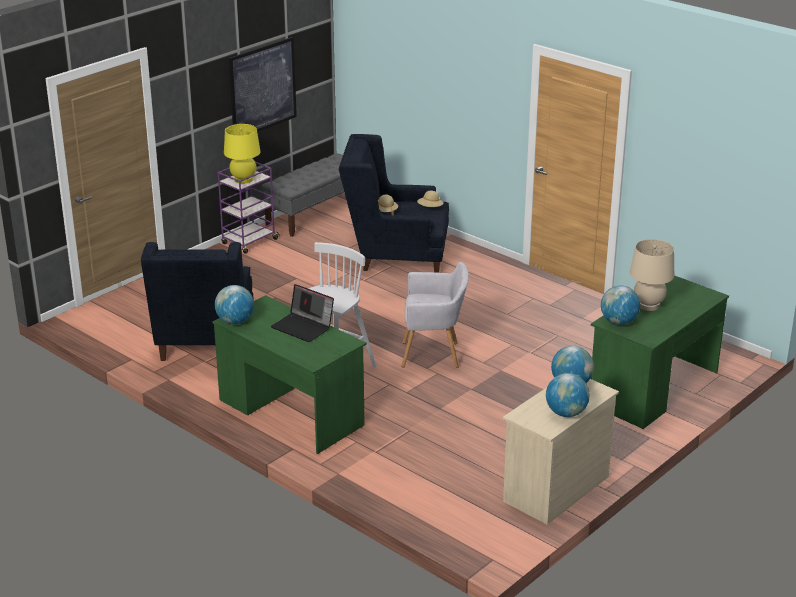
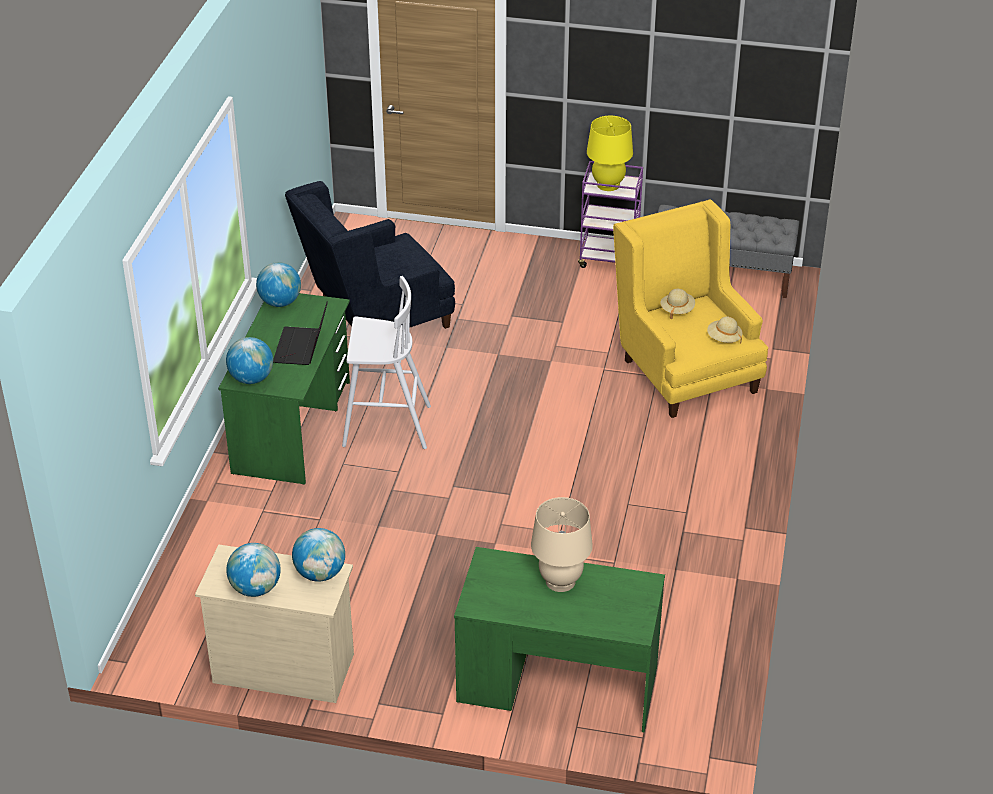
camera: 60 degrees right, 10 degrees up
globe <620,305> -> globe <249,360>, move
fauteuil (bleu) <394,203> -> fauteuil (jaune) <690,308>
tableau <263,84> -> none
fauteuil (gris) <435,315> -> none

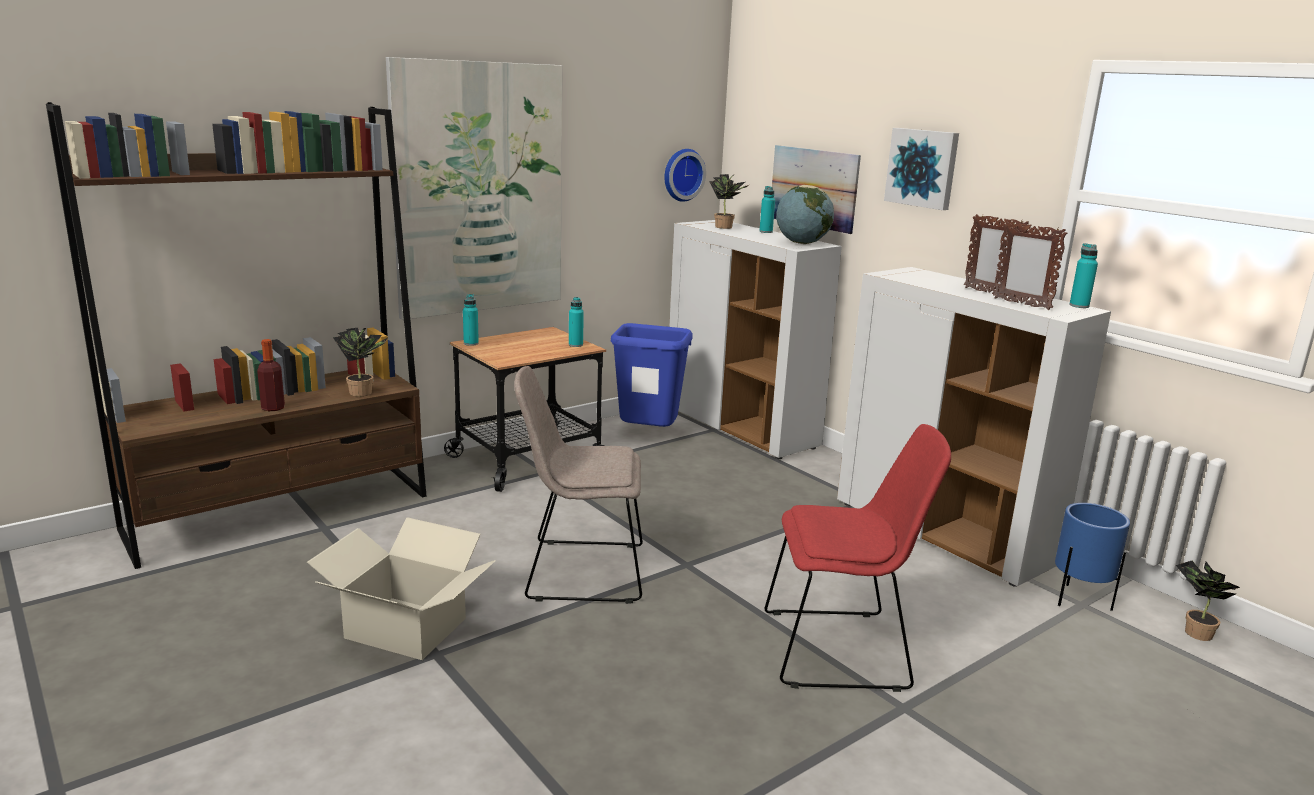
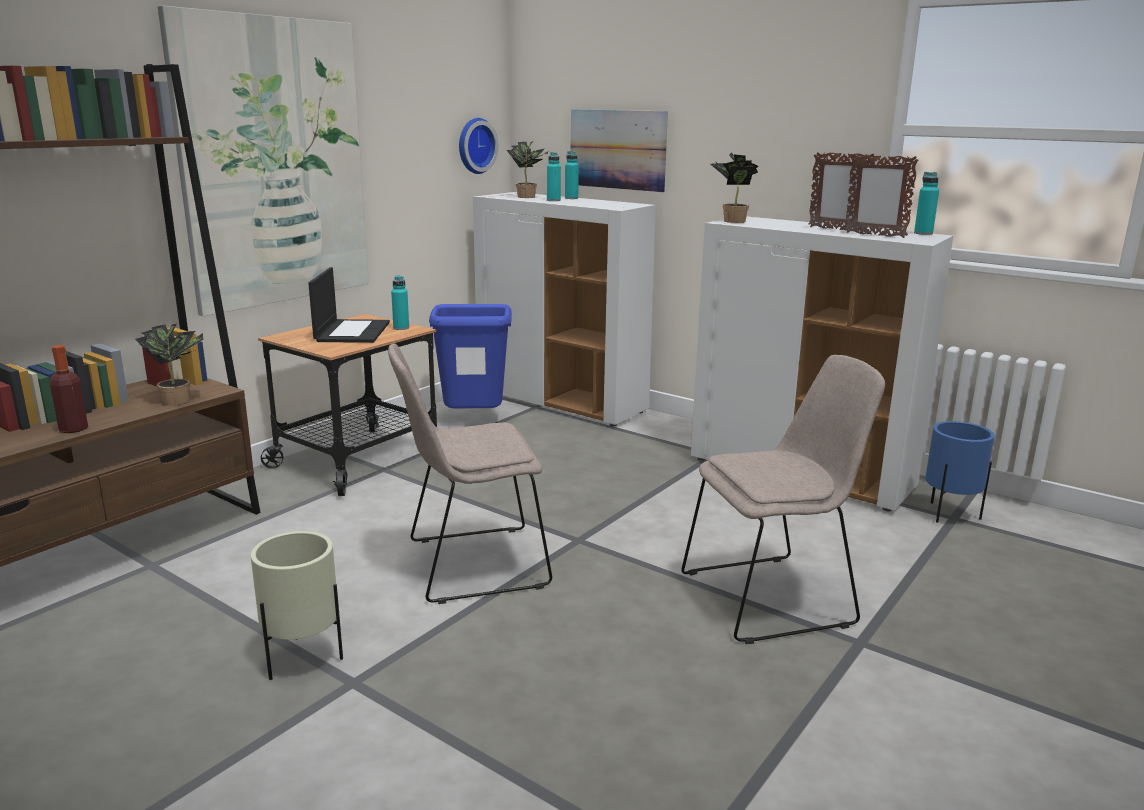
camera: 15 degrees left, 0 degrees up
carton <401,588> -> cache-pot (beige) <297,605>
none -> ordinateur portable <349,305>
bouteille (turquoise) <471,320> -> bouteille (turquoise) <554,176>, move
chaise (rouge) <858,558> -> chaise (beige) <783,499>
plante en pot <1208,601> -> plante en pot <734,187>, move
globe <805,214> -> none
tableau <921,169> -> none

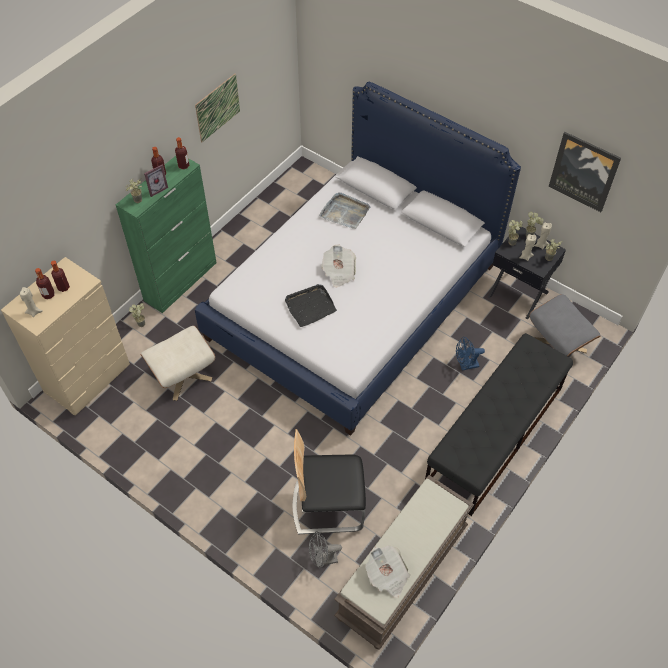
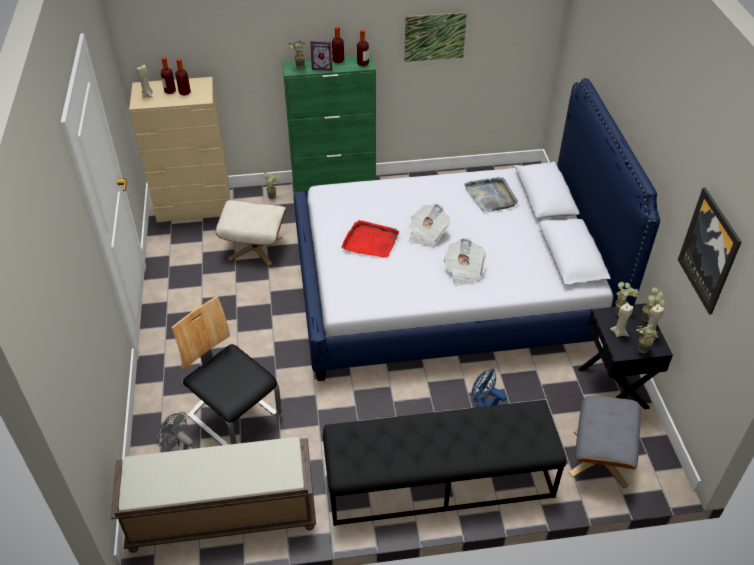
camera: 45 degrees right, 10 degrees down
plateau (noir) <311,305> -> plateau (rouge) <370,239>
journal <388,571> -> journal <465,262>, move

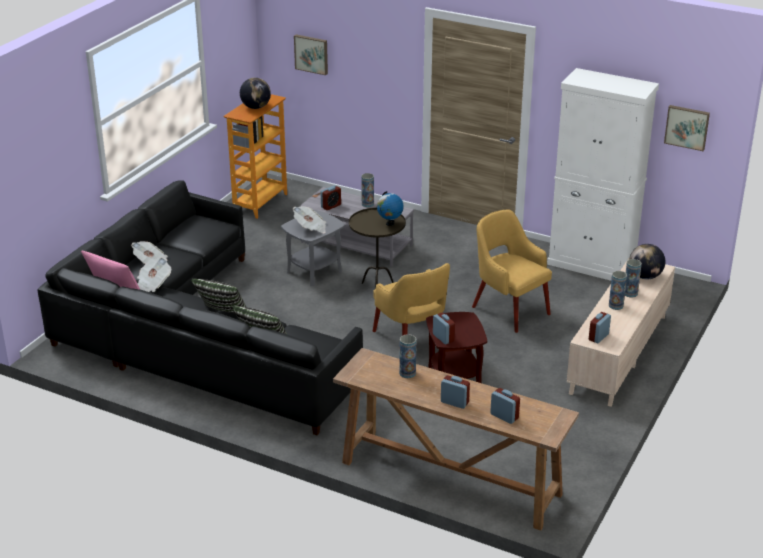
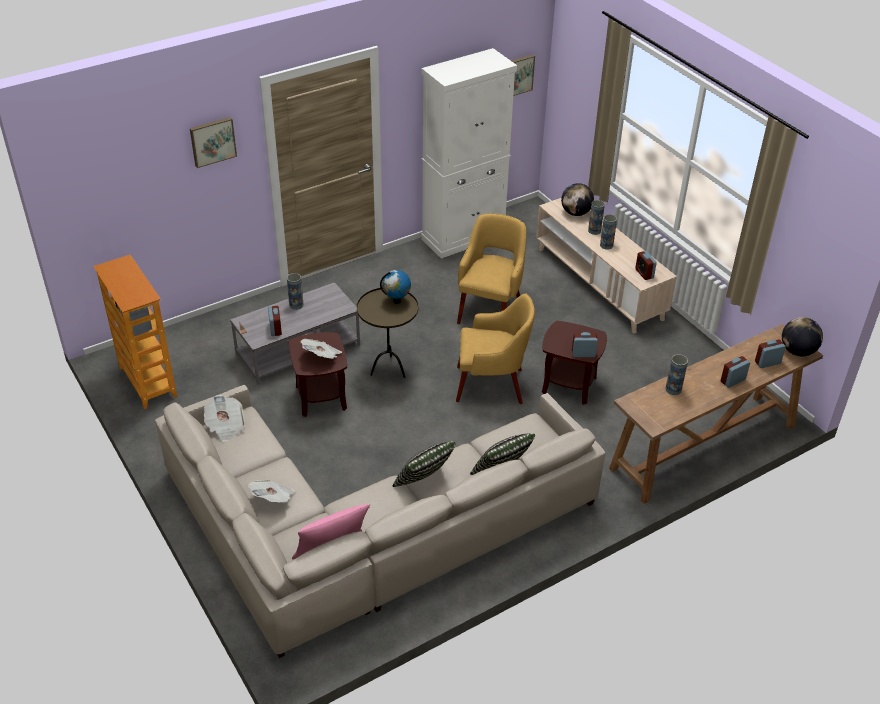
camera: 60 degrees left, 10 degrees up
canapé (noir) <200,307> -> canapé (beige) <380,521>
tableau <311,54> -> tableau <213,142>, move
journal <154,274> -> journal <224,418>, move
table d'appoint (gris) <313,248> -> table d'appoint (marron) <318,374>
fauteuil (jaune) <512,271> -> fauteuil (jaune) <491,268>, 120 degrees clockwise
globe <255,93> -> globe <802,337>, move

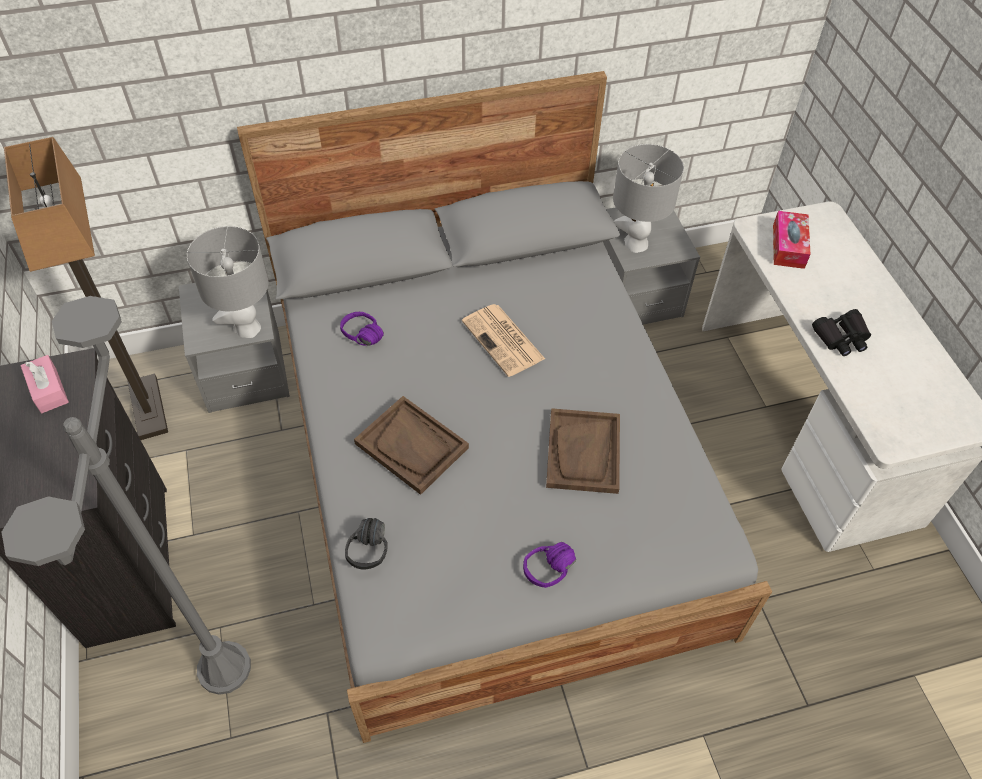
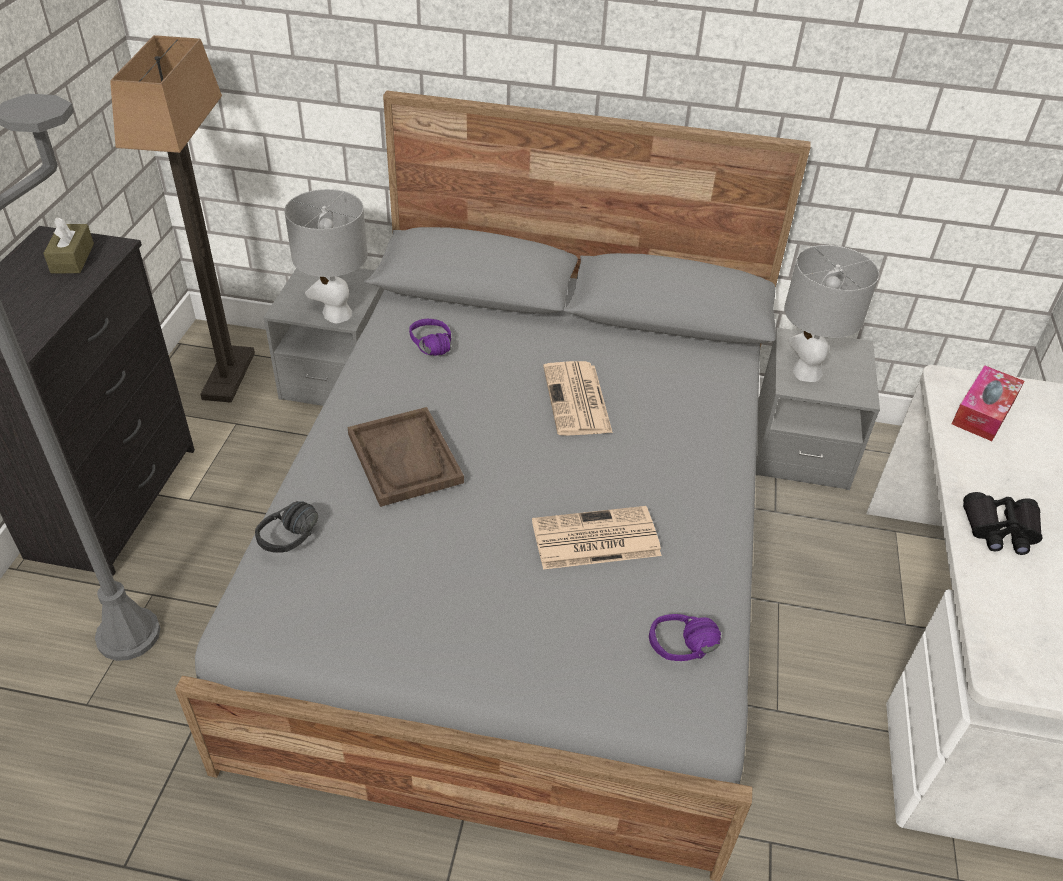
camera: 25 degrees right, 10 degrees down
boîte à mouchoirs (rose) <44,384> -> boîte à mouchoirs (marron) <68,245>
plateau (marron) <583,451> -> journal <597,538>
casque audio (violet) <549,565> -> casque audio (violet) <685,637>, move

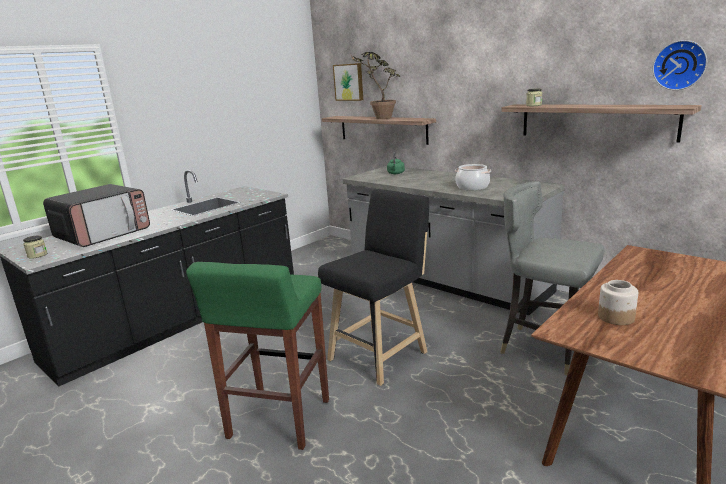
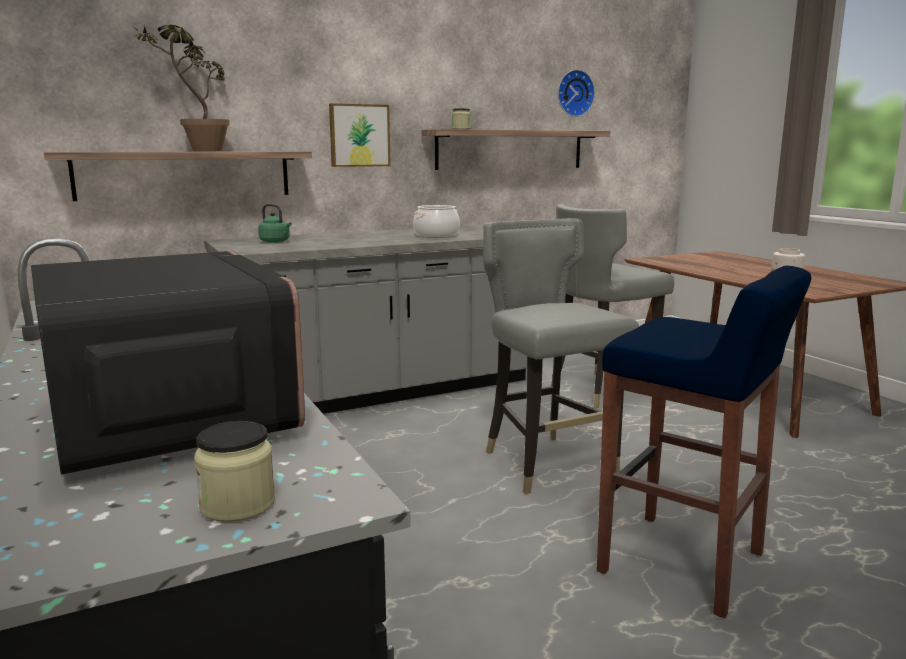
camera: 70 degrees left, 5 degrees down
tableau <348,82> -> tableau <360,135>, move
tabouret (noir) <373,287> -> chaise (gris) <561,356>
tabouret (vert) <257,356> -> tabouret (bleu) <704,442>

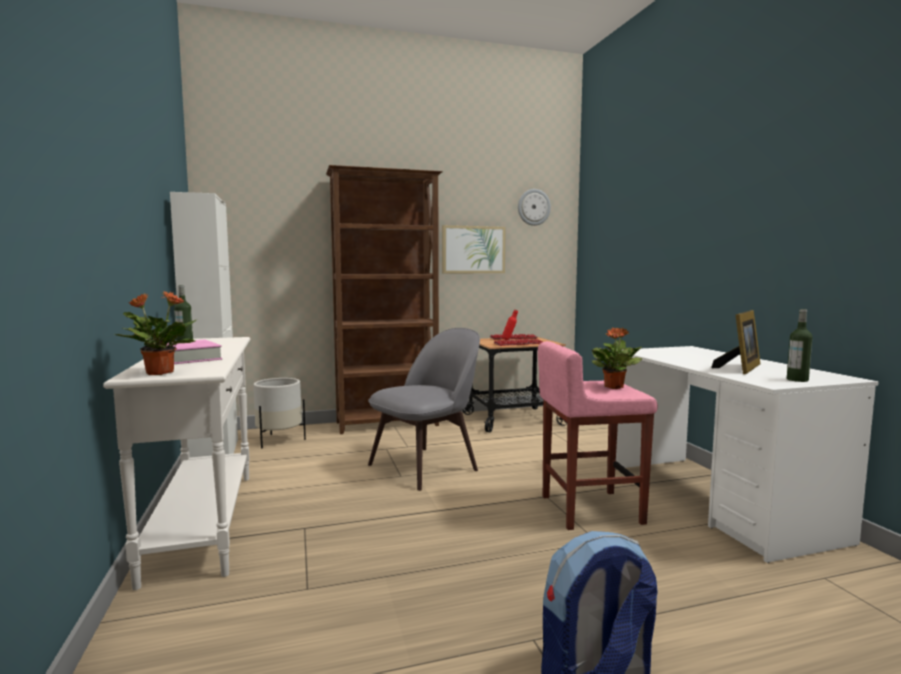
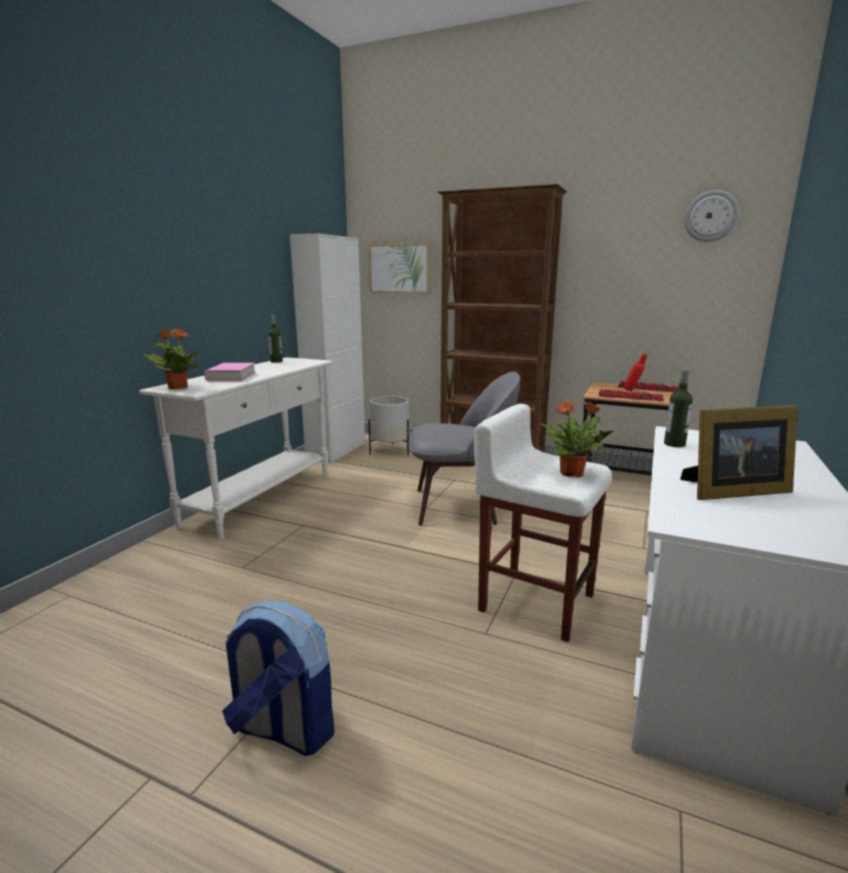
camera: 40 degrees right, 10 degrees up
tableau <474,249> -> tableau <399,268>, move
tabouret (rose) <598,435> -> tabouret (blanc) <543,523>
bouteille <799,345> -> bouteille <678,407>, move

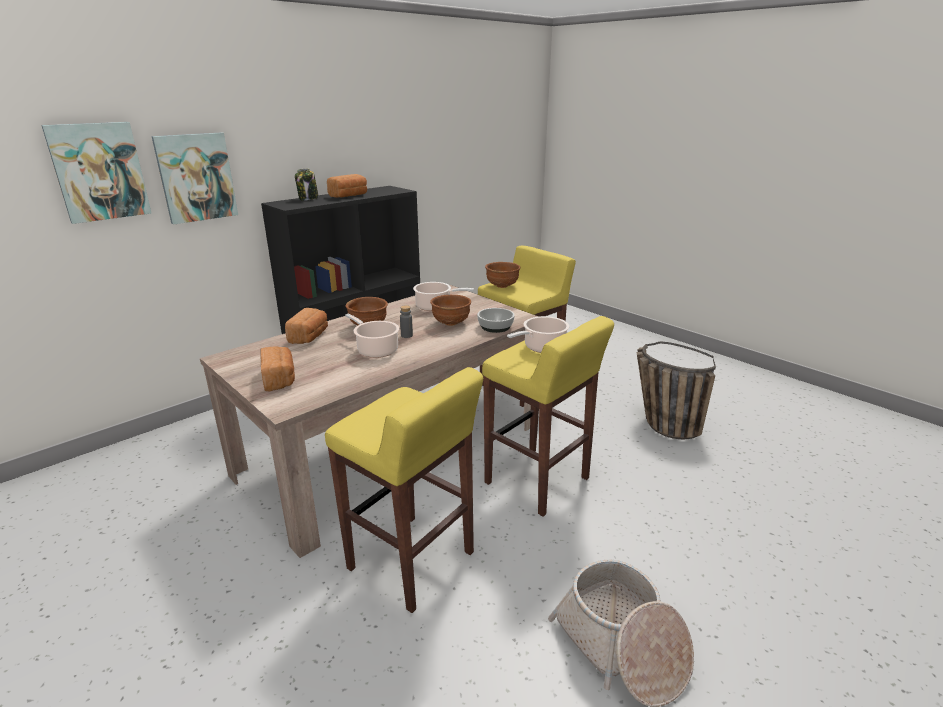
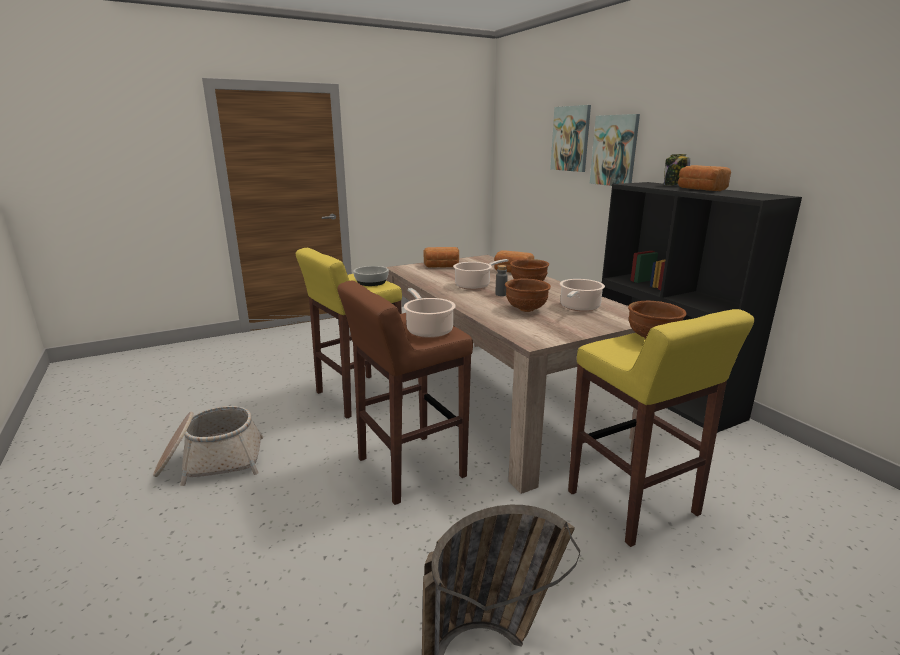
camera: 105 degrees right, 5 degrees down
tabouret (jaune) <548,416> -> tabouret (marron) <405,393>
bol <496,320> -> bol <371,276>, move

